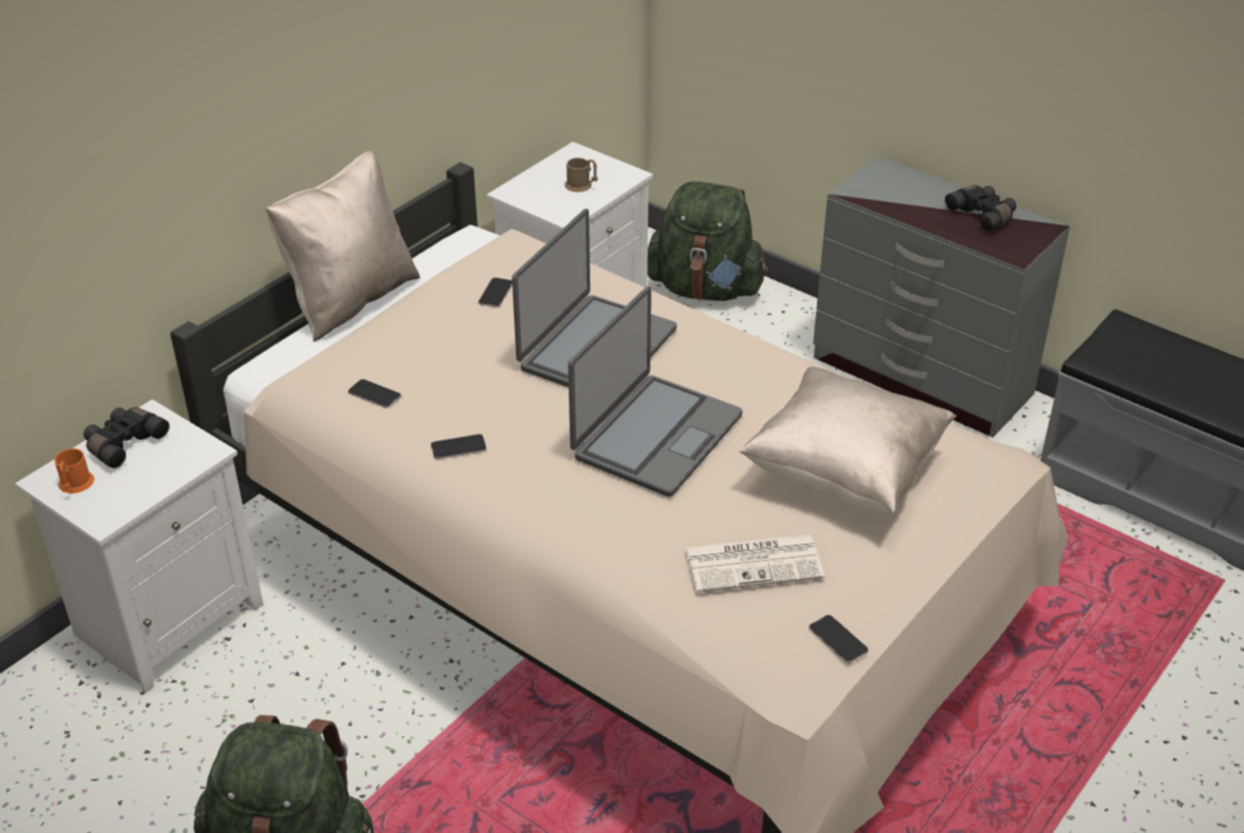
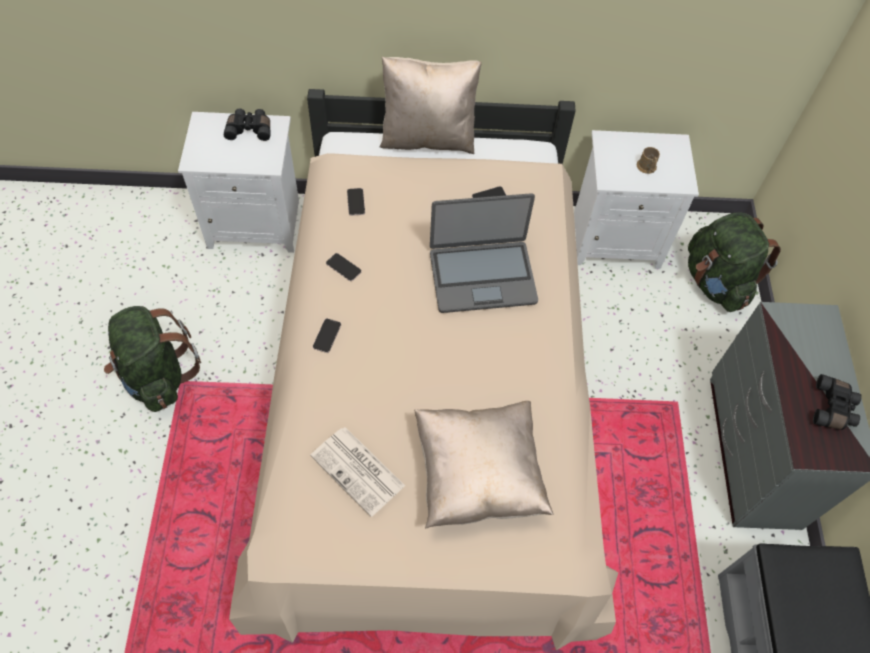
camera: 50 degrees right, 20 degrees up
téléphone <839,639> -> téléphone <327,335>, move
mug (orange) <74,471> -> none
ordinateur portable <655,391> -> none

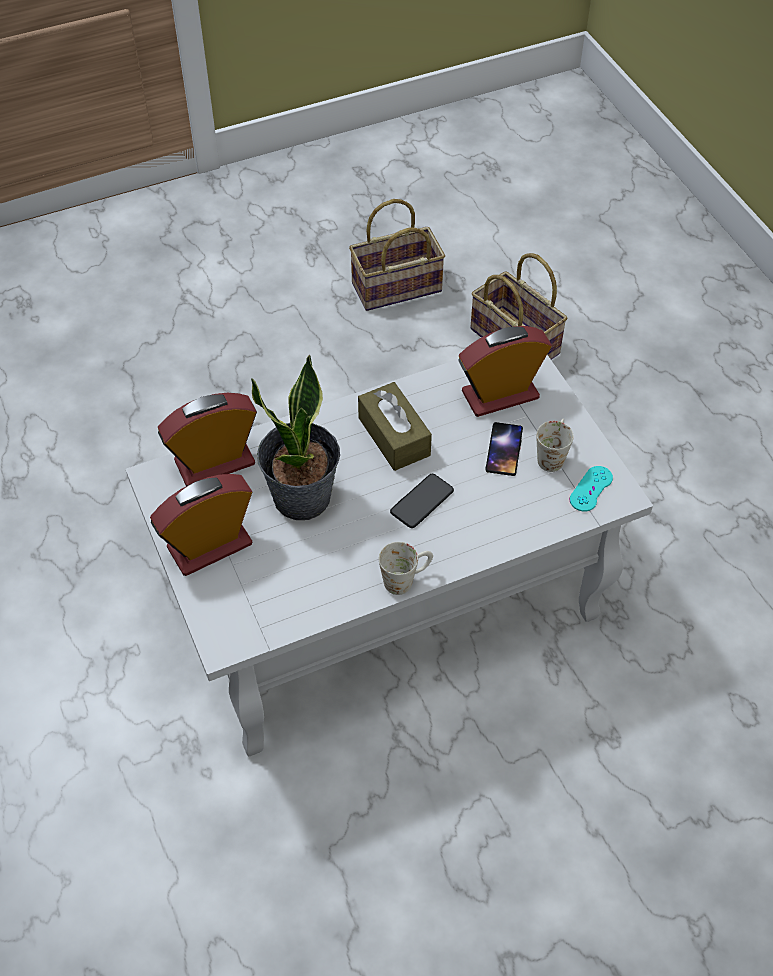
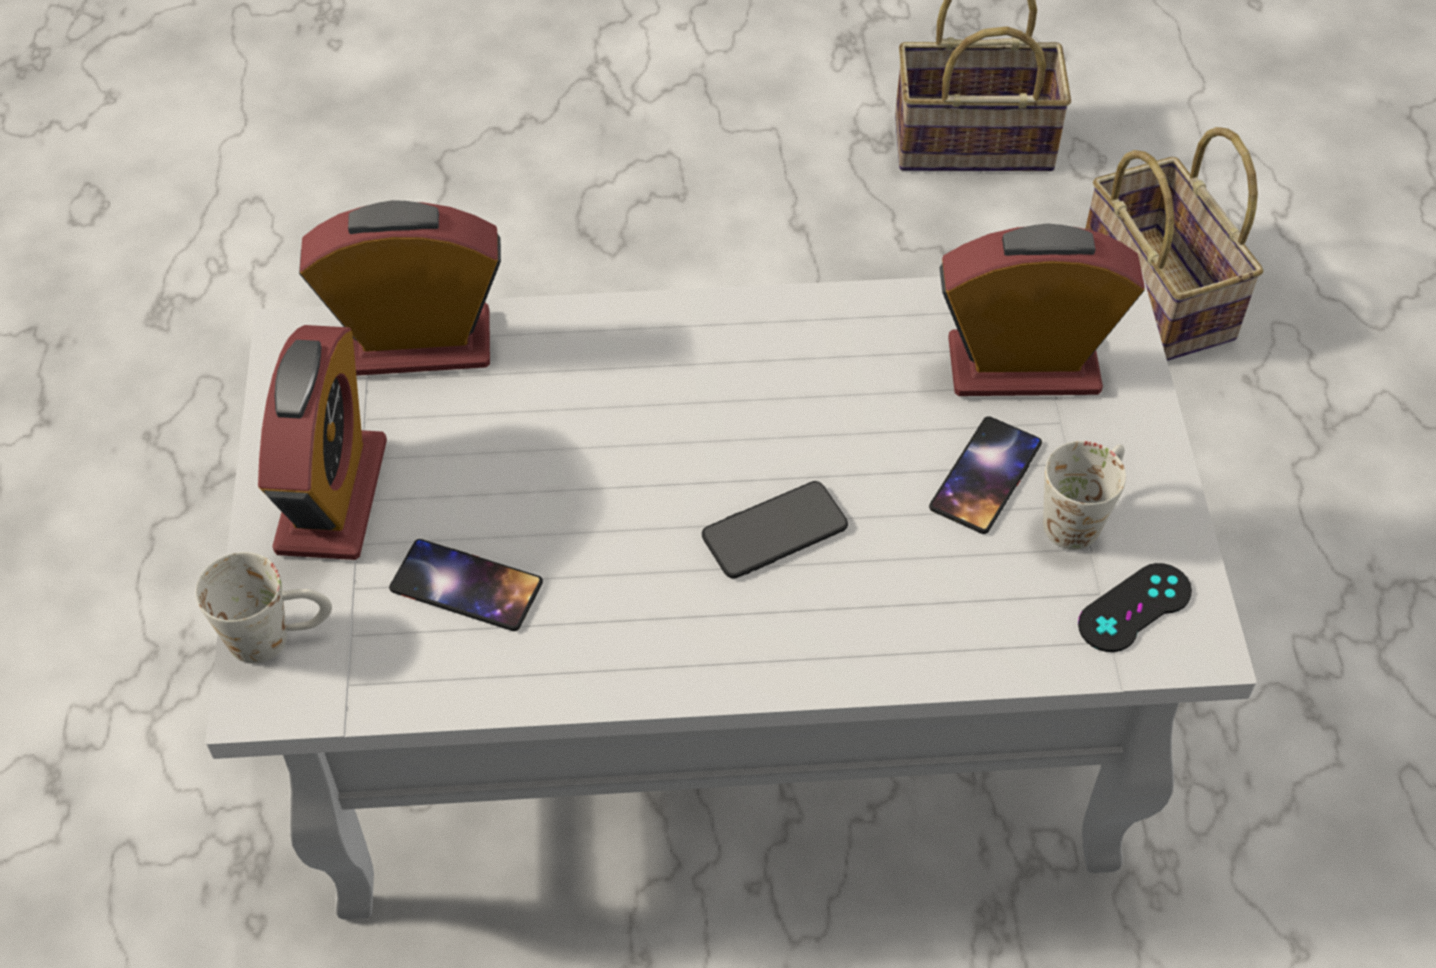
camera: 20 degrees right, 0 degrees up
mug (blanc) <406,568> -> mug (blanc) <264,608>, move
réveil <201,525> -> réveil <322,442>, 105 degrees clockwise
none -> téléphone <466,585>
manette (turquoise) <591,489> -> manette (noir) <1135,607>
plante en pot <295,437> -> none
boîte à mouchoirs (marron) <395,426> -> none

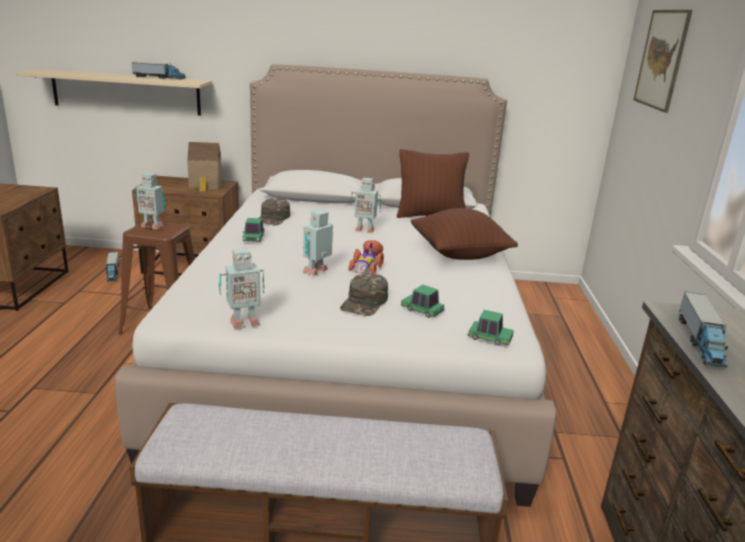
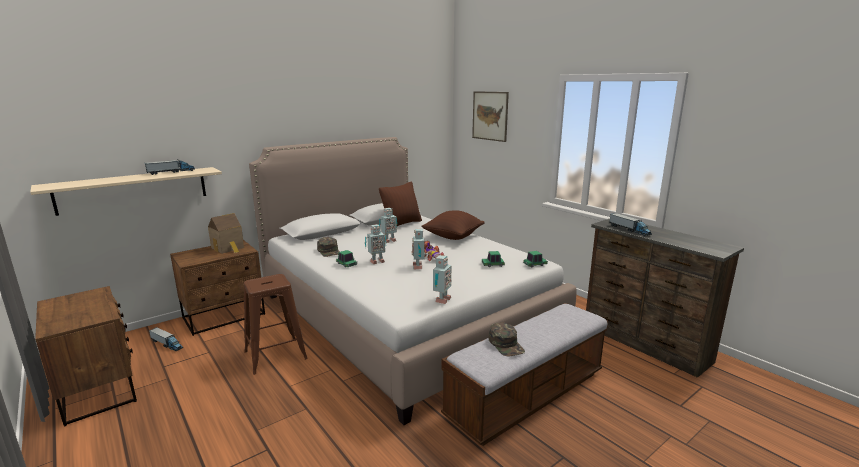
camera: 40 degrees left, 5 degrees down
robot jouet <150,201> -> robot jouet <375,244>, move
casquette (vert) <364,294> -> casquette (vert) <507,339>, move

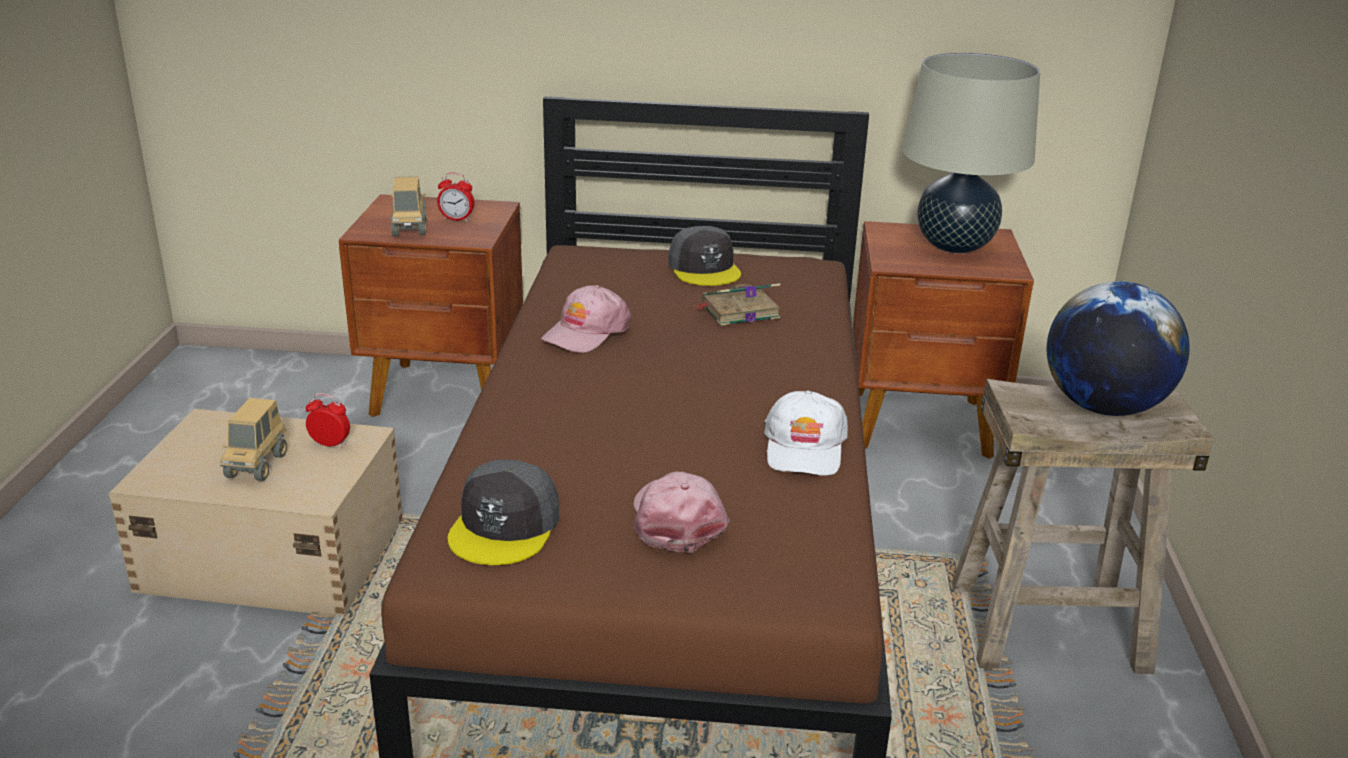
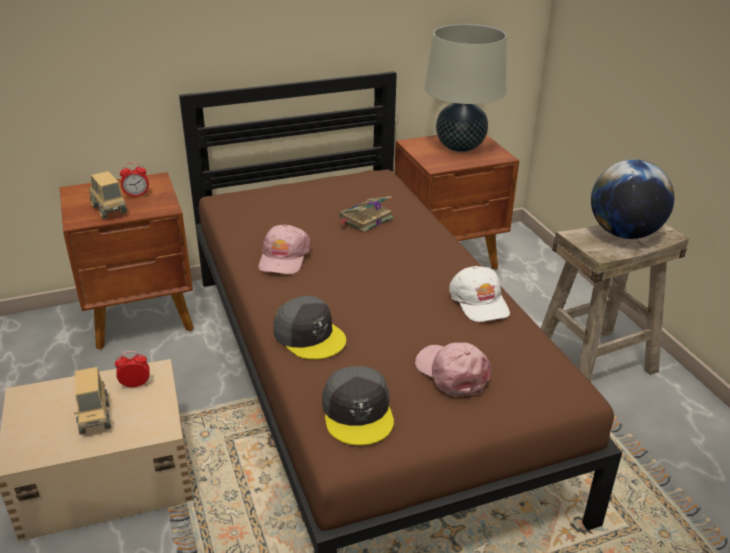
camera: 25 degrees left, 5 degrees up
casquette (gris) <704,256> -> casquette (gris) <310,328>, move

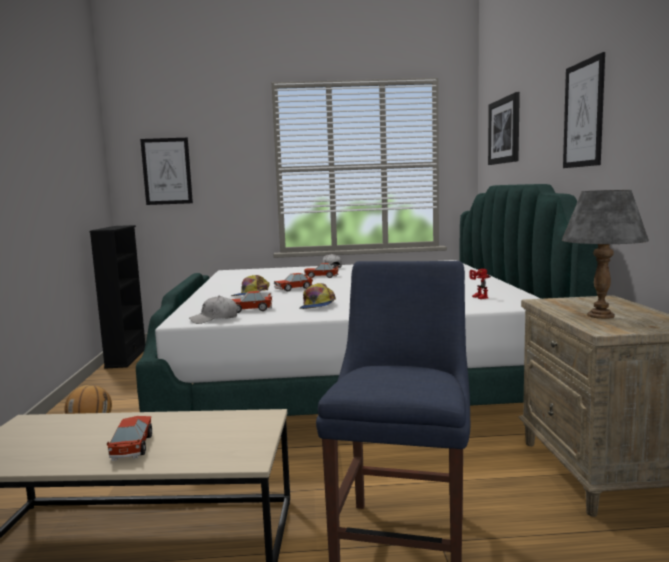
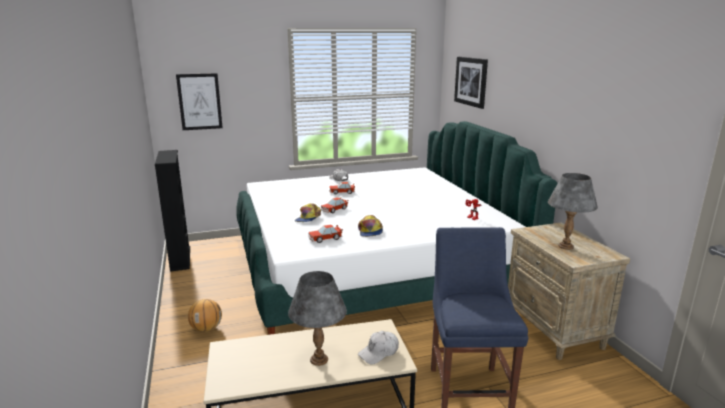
camera: 15 degrees left, 10 degrees up
petite voiture <129,438> -> lampe de table (gris) <317,318>
casquette (blanc) <213,310> -> casquette (blanc) <378,348>, move
tableau <584,110> -> none

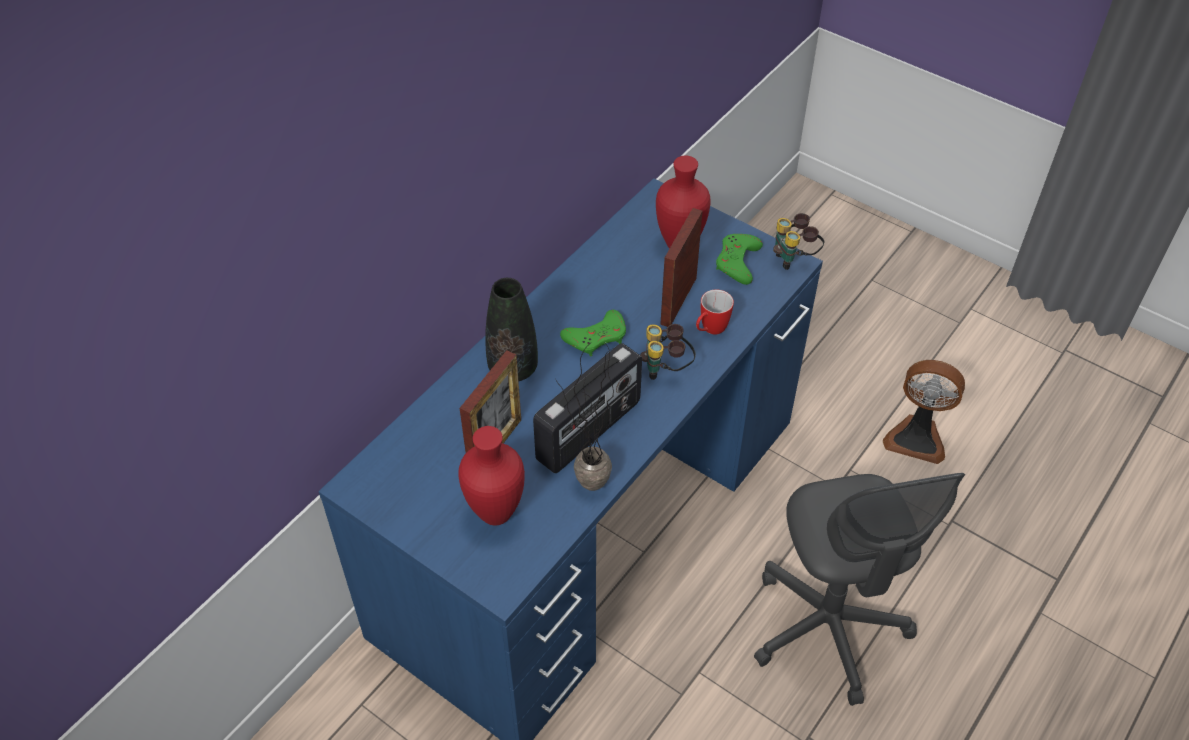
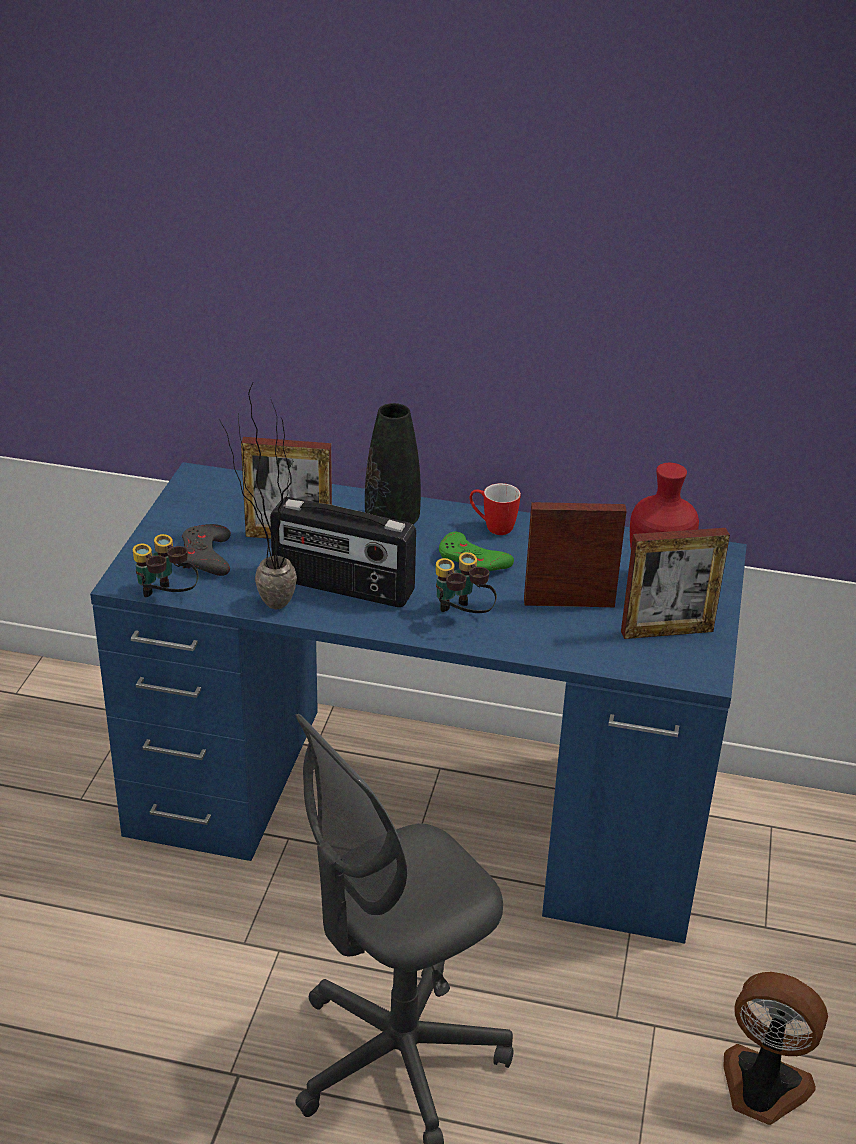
camera: 65 degrees right, 15 degrees down
jumelles <799,241> -> jumelles <166,565>, move
vase (rouge) <491,476> -> manette (gris) <206,550>
mug <715,312> -> mug <495,509>, move
manette (vert) <739,259> -> cadre photo <675,583>
ventilateur <924,412> -> ventilateur <775,1048>, 120 degrees clockwise

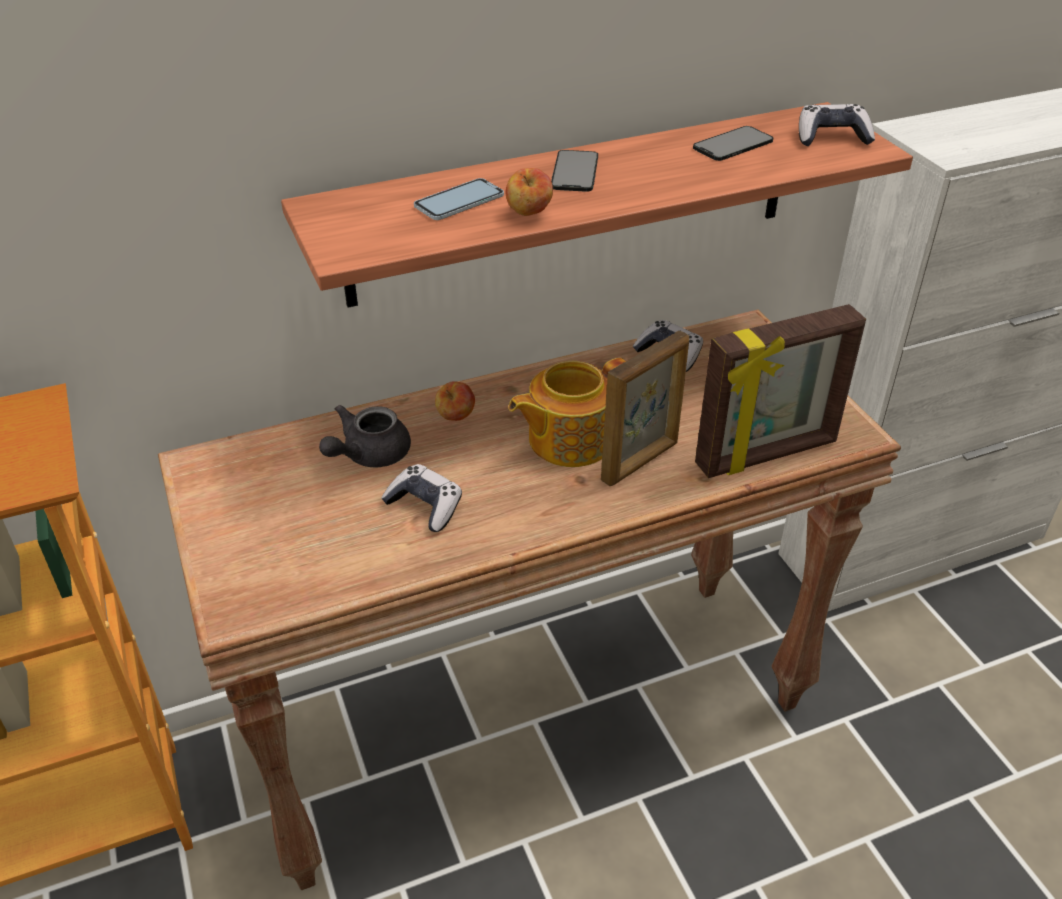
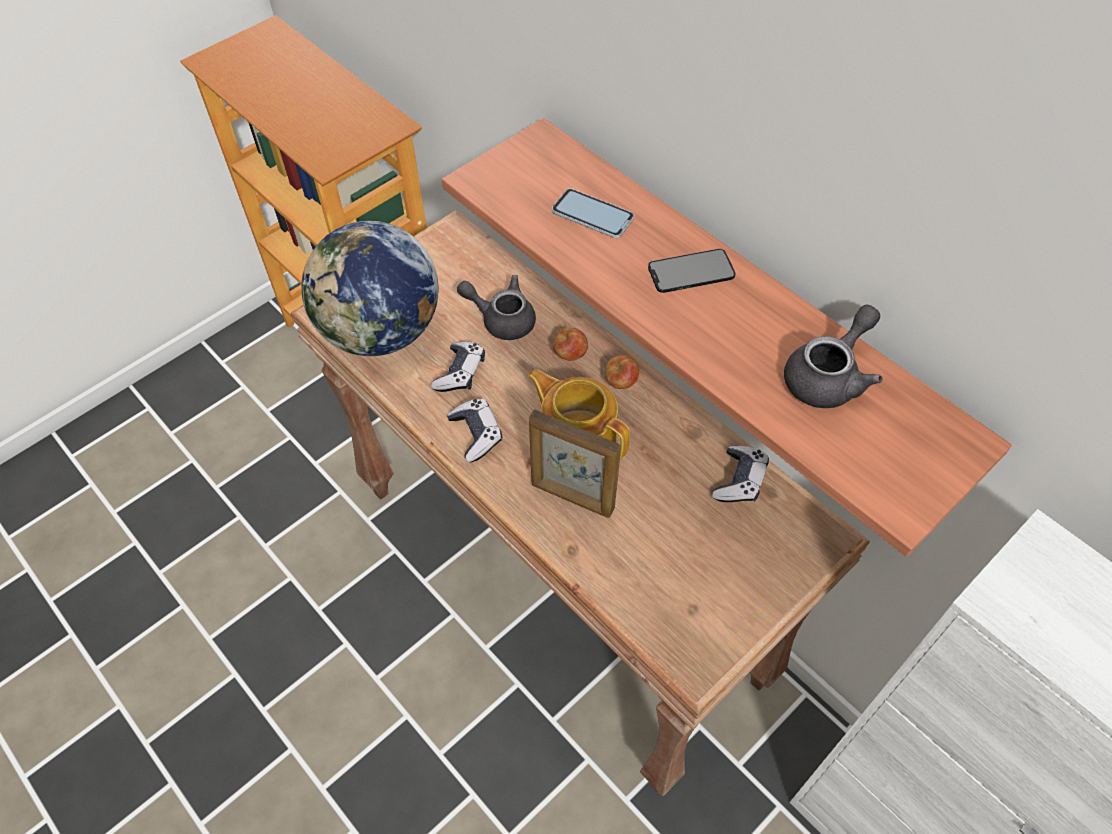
camera: 70 degrees right, 15 degrees up
none -> globe <370,288>
manette <837,125> -> manette <474,430>, move
pomme <529,192> -> pomme <622,372>, move
téléphone <733,143> -> théière (gris) <833,356>
cadre photo <780,391> -> none

